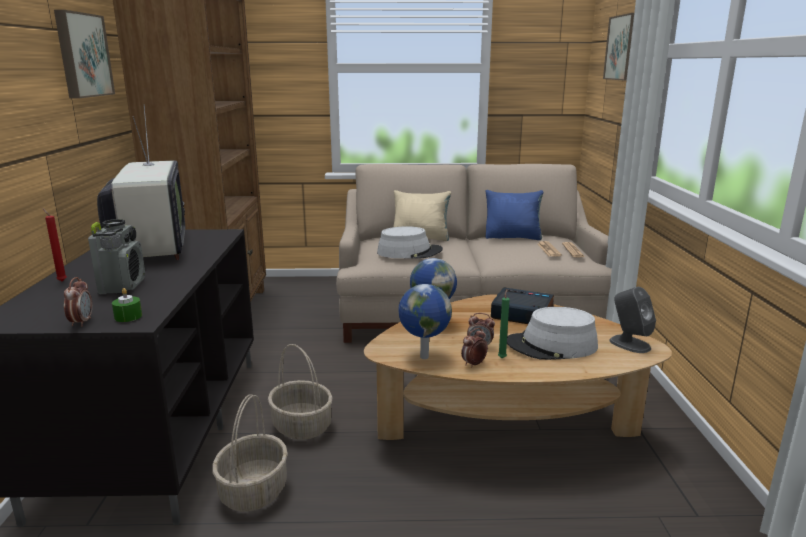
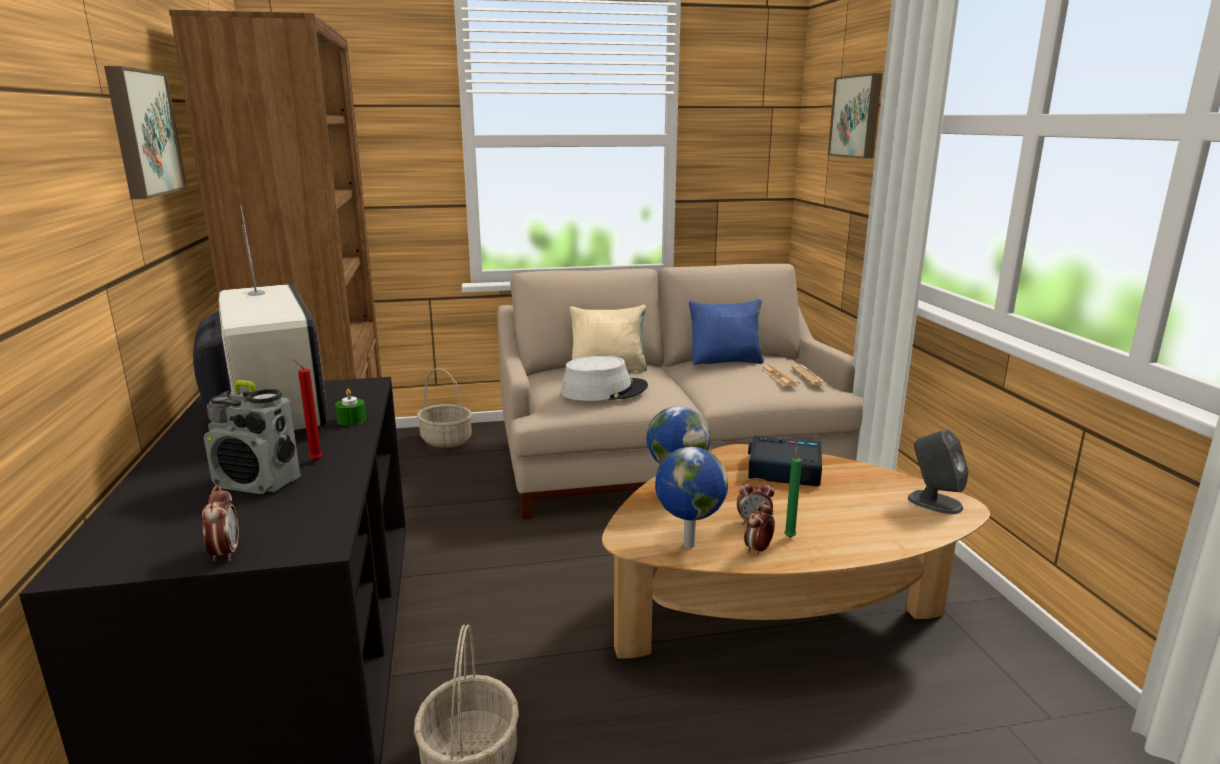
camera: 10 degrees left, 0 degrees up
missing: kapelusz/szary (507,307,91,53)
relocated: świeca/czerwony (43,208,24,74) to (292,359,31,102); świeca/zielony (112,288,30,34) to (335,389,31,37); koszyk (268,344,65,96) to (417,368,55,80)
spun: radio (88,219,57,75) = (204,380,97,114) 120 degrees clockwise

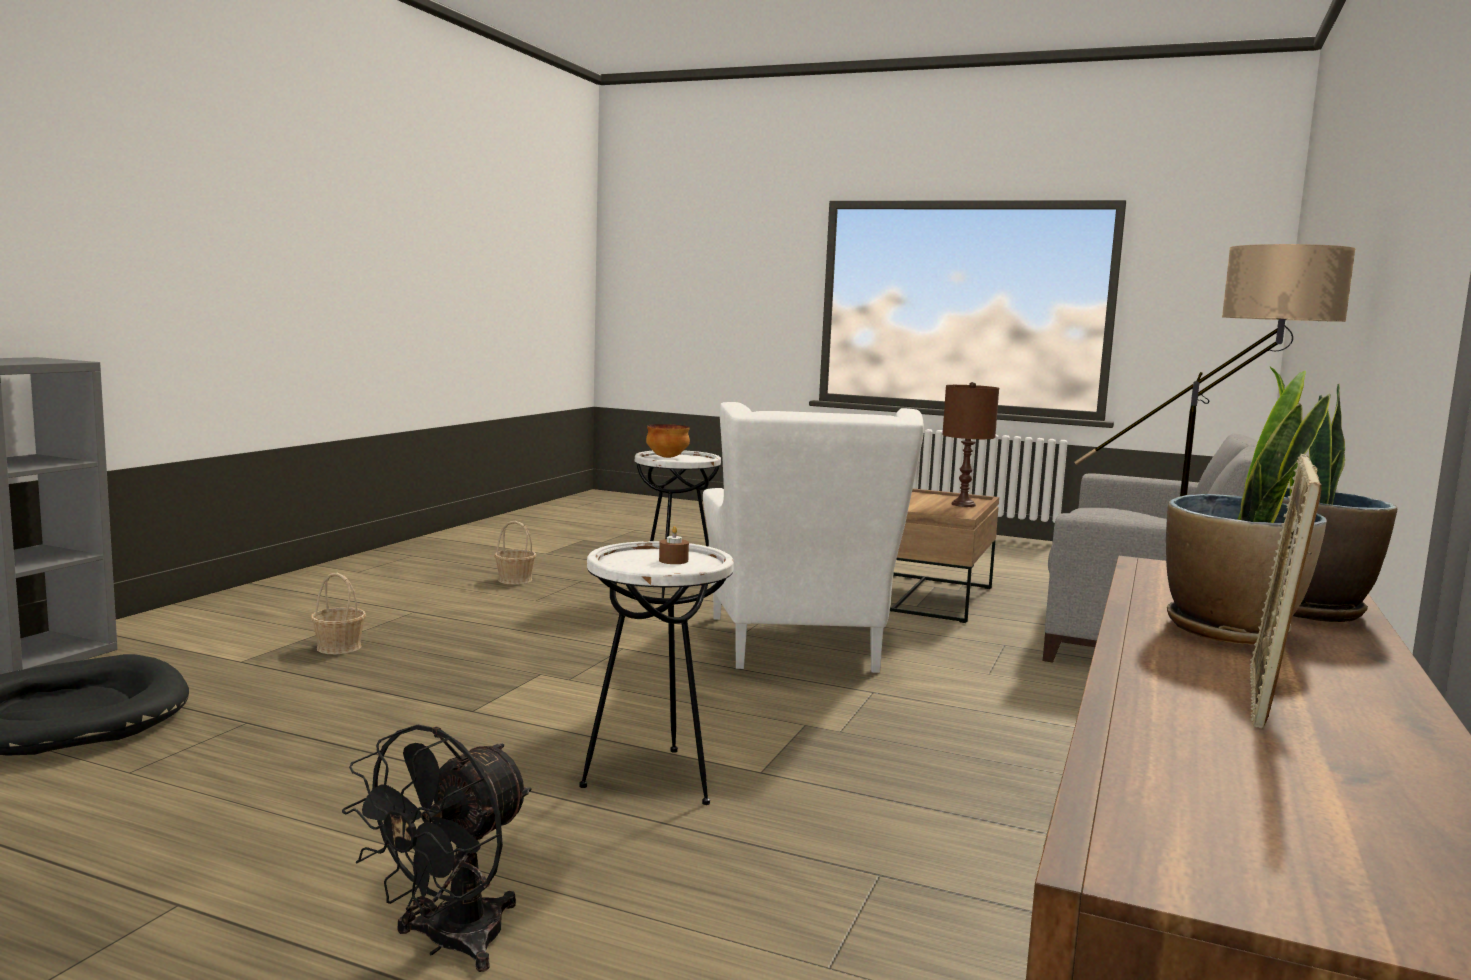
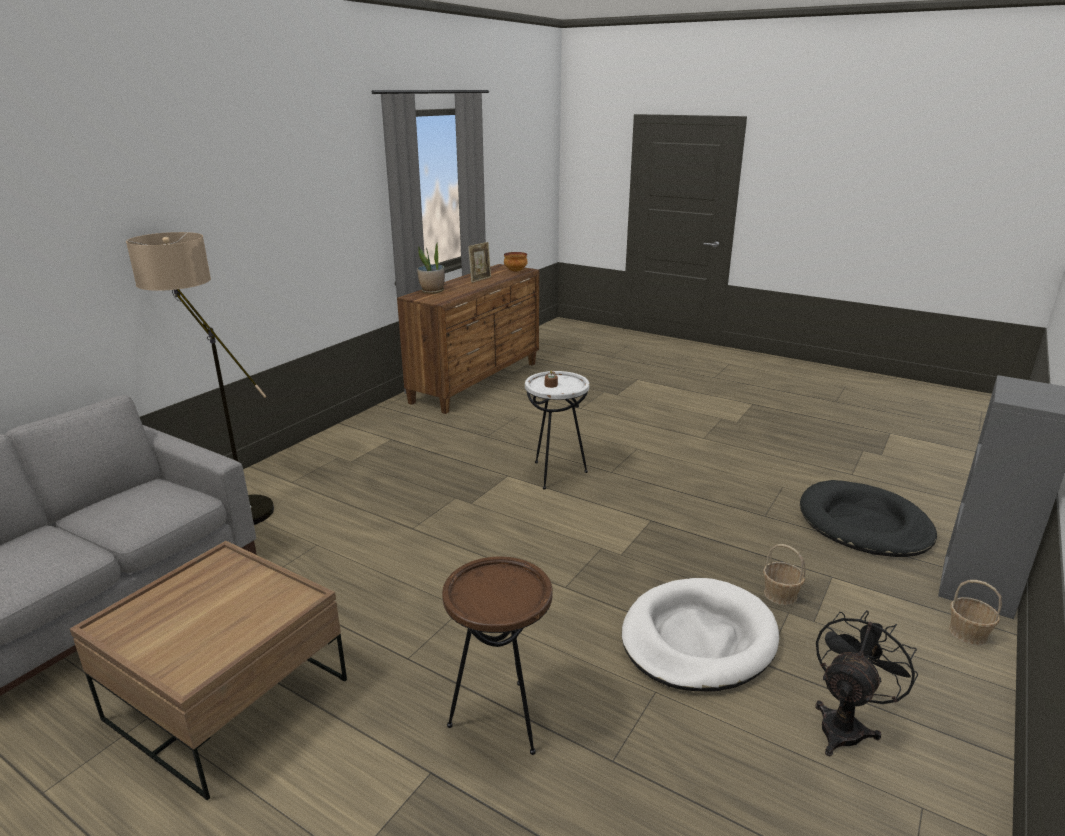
camera: 170 degrees left, 15 degrees up
missing: fotel/biały (703,402,221,271); lampa stołowa/brązowy (942,382,57,125); roślina doniczkowa (1166,371,165,274)
appeared: legowisko/biały (622,578,157,113)
relocated: wentylator/czarny (342,725,190,247) to (815,610,103,147); koszyk (494,521,42,64) to (949,580,53,65); miska (646,424,44,34) to (504,252,24,20)
colour: stolik/biały (635,450,86,148) to stolik/brązowy (442,557,111,198)

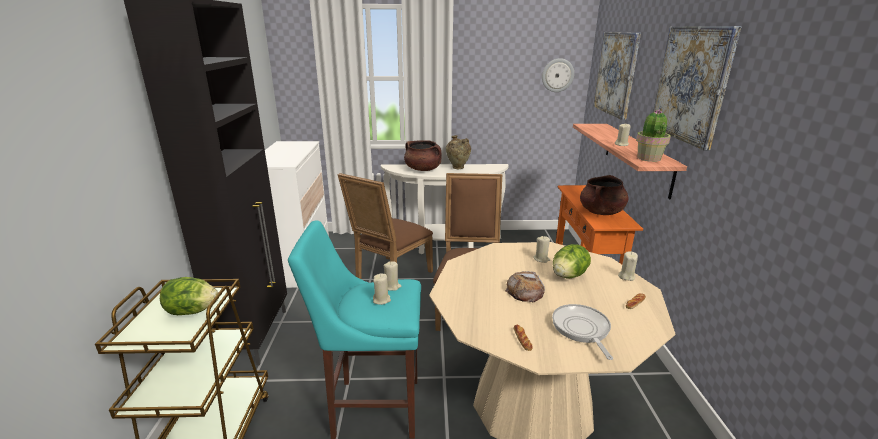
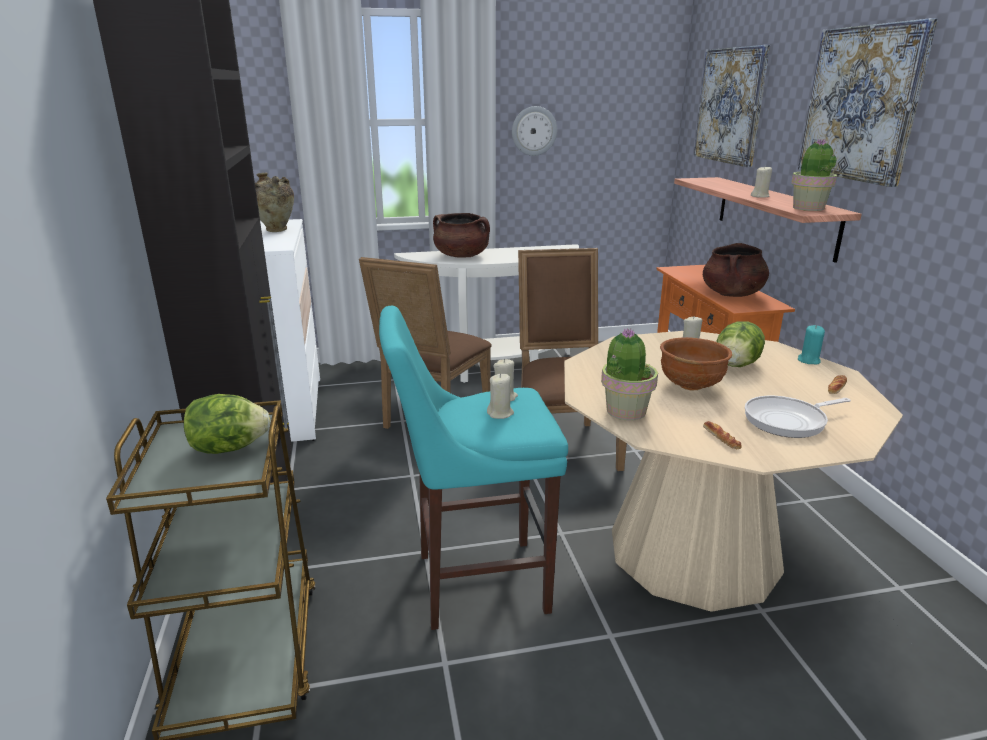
camera: 10 degrees left, 0 degrees up
appeared: roślina doniczkowa (601,328,57,92)
relocated: wazon/beżowy (446,135,25,34) to (255,172,39,60); zegar ścienny (542,58,32,34) to (512,106,45,50)
exchanged: chleb (505,271,40,31) to miska/brązowy (660,337,72,53)
colour: świeca/beżowy (618,252,20,29) to świeca/turkusowy (798,325,27,39)
spun: patelnia (552,304,61,56) = (745,396,106,42) 90 degrees counterclockwise

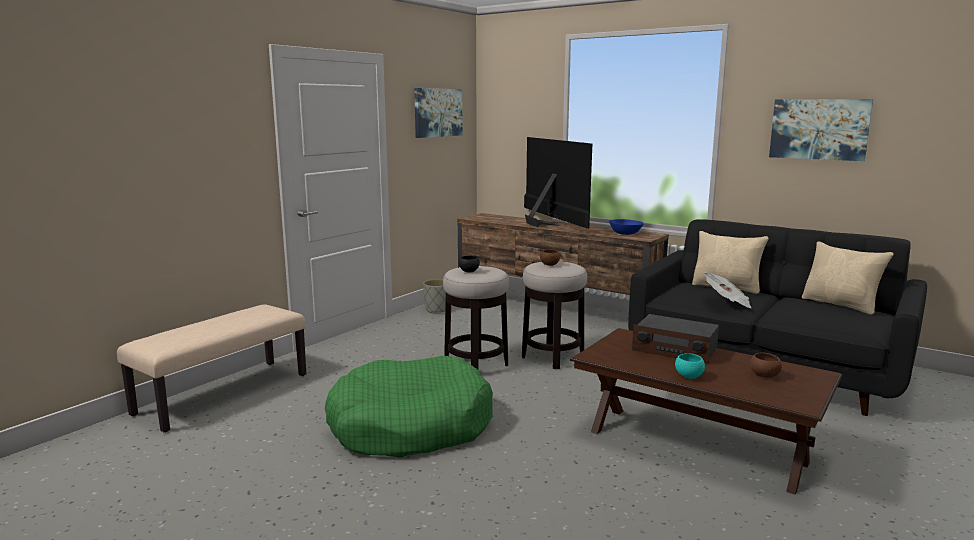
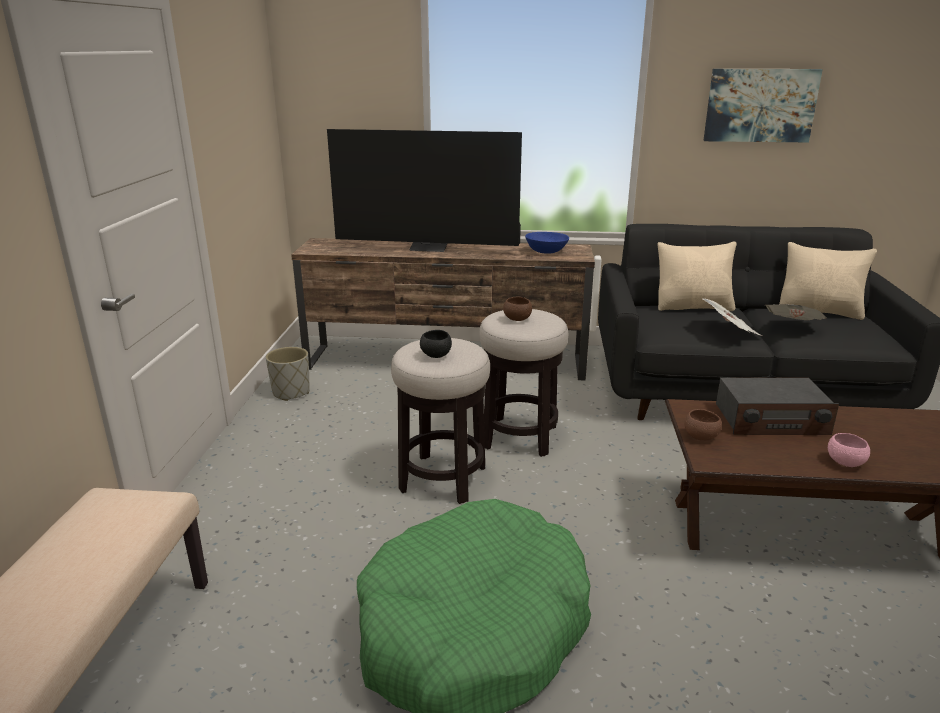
camera: 30 degrees left, 10 degrees up
missing: obraz (414,88,49,50)
appeared: gazeta (765,304,61,16)
relocated: miska/brązowy (750,353,32,25) to (684,409,38,31)
colour: miska/turkusowy (675,353,30,26) to miska/różowy (828,433,42,34)
spun: telewizor (524,137,68,92) = (327,129,195,123) 150 degrees clockwise

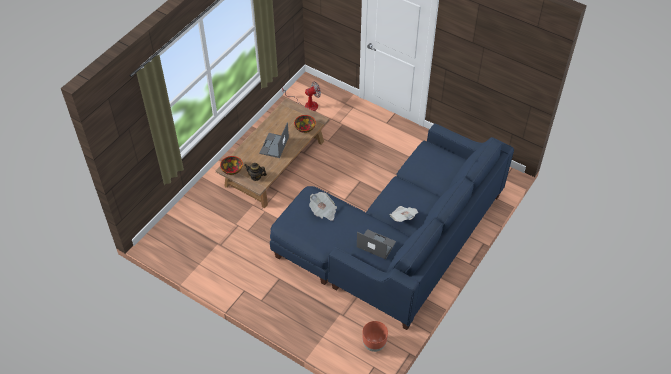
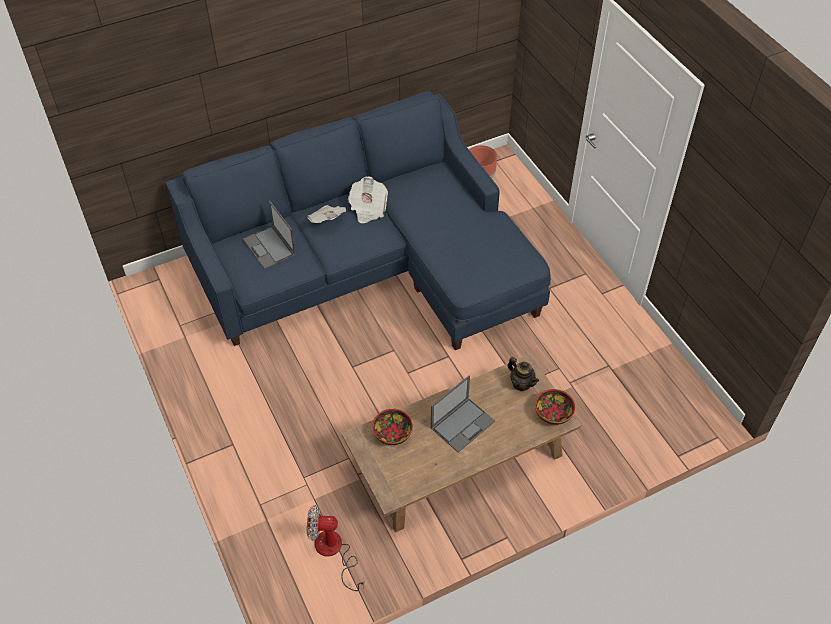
camera: 150 degrees left, 0 degrees up
relocated: gazeta (309,192,28,29) to (307,205,39,18); laptop (357,229,39,30) to (243,201,53,68)

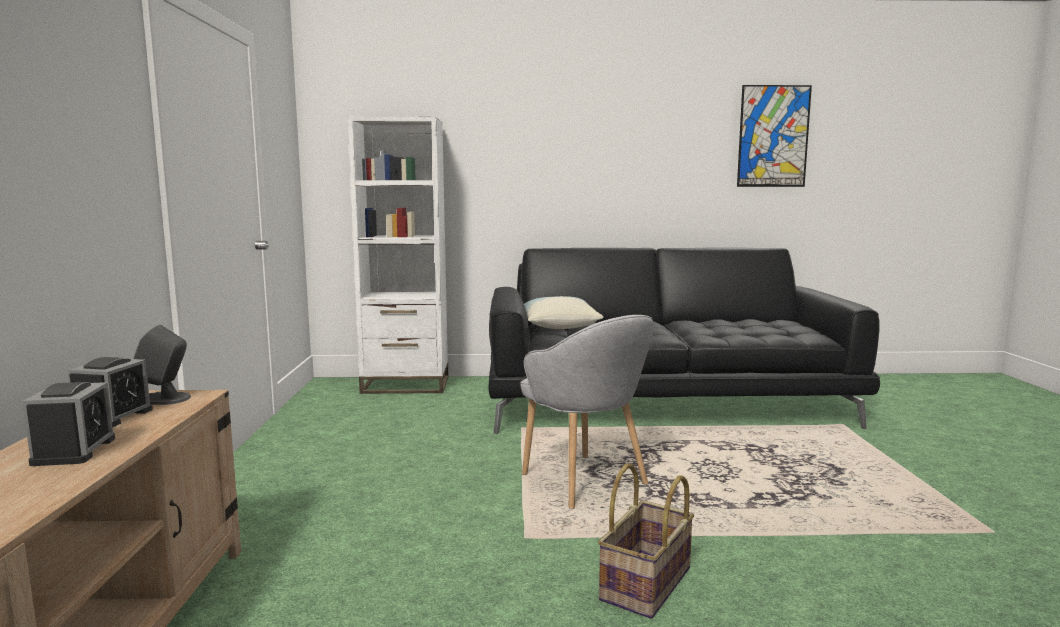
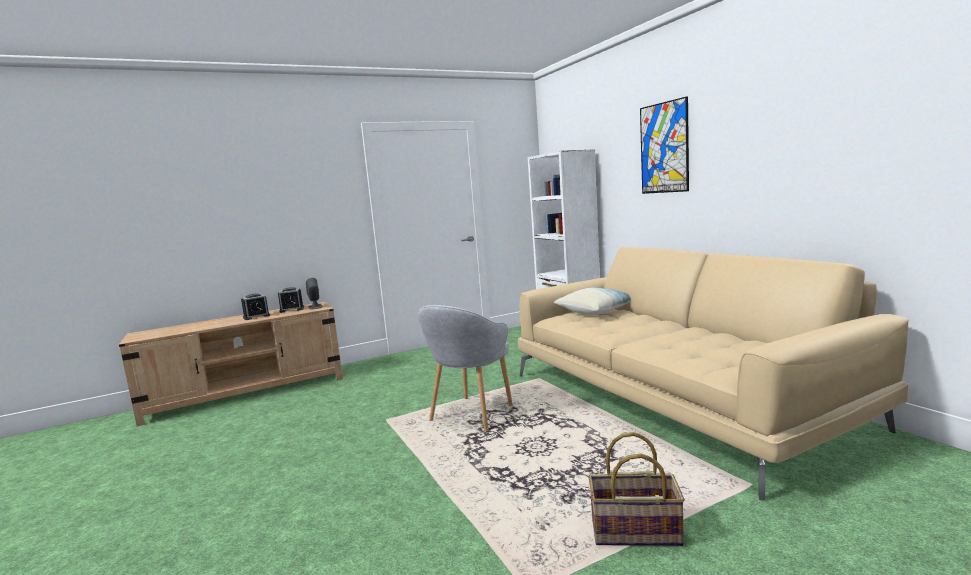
camera: 65 degrees right, 0 degrees up
relocated: koszyk (598,464,96,155) to (588,432,97,114); obraz (737,85,75,102) to (640,96,49,98)
colour: kanapa/czarny (488,248,392,186) to kanapa/beżowy (518,247,391,254)

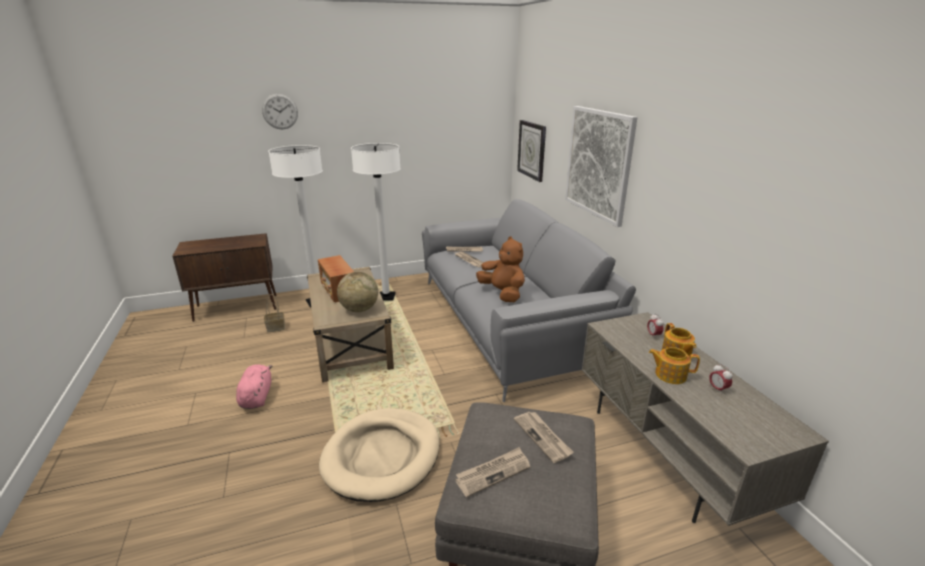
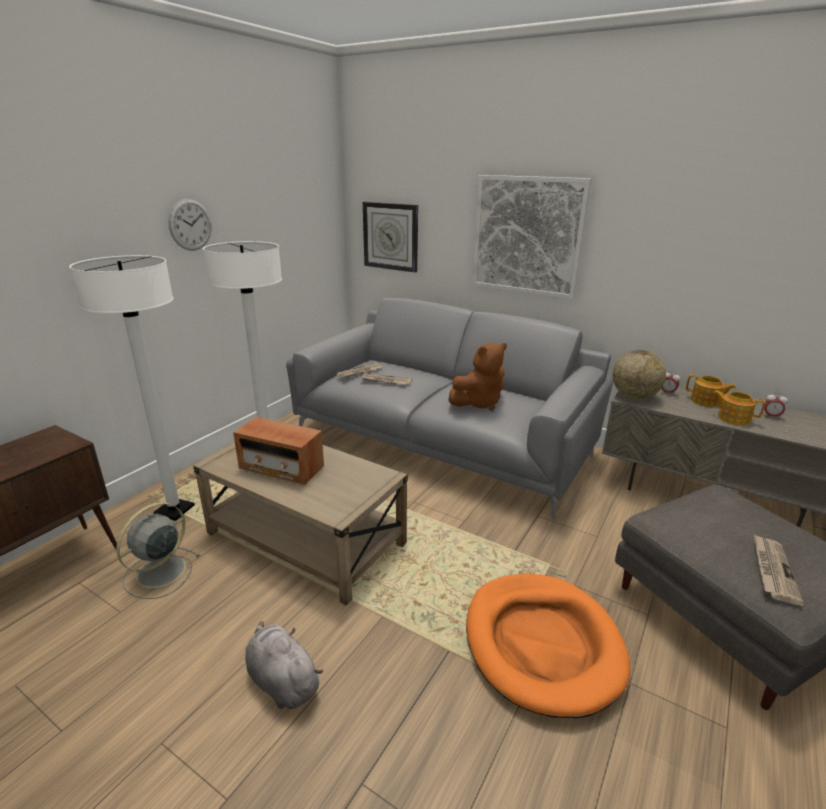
camera: 40 degrees left, 0 degrees up
missing: gazeta (514,412,60,51)
relocated: zegar ścienny (262,94,36,35) to (168,199,43,51); globus (337,272,41,40) to (613,350,53,49)
exchanged: koszyk (264,294,21,38) to wentylator/szary (116,502,84,97)
colour: pluszak/różowy (236,364,36,45) to pluszak/szary (245,621,78,88); legowisko/beżowy (319,408,120,94) to legowisko/pomarańczowy (466,574,164,144)
spun: pluszak/brązowy (476,236,49,66) = (448,343,59,68) 135 degrees clockwise; imbryk (649,347,51,37) = (713,390,52,36) 60 degrees clockwise

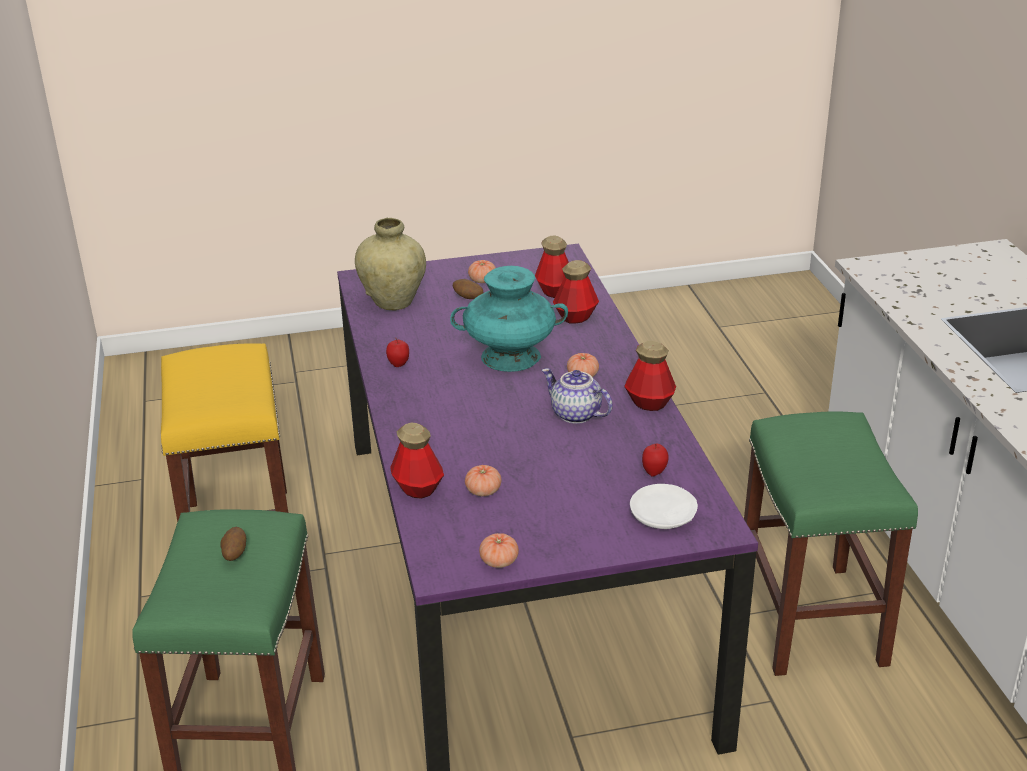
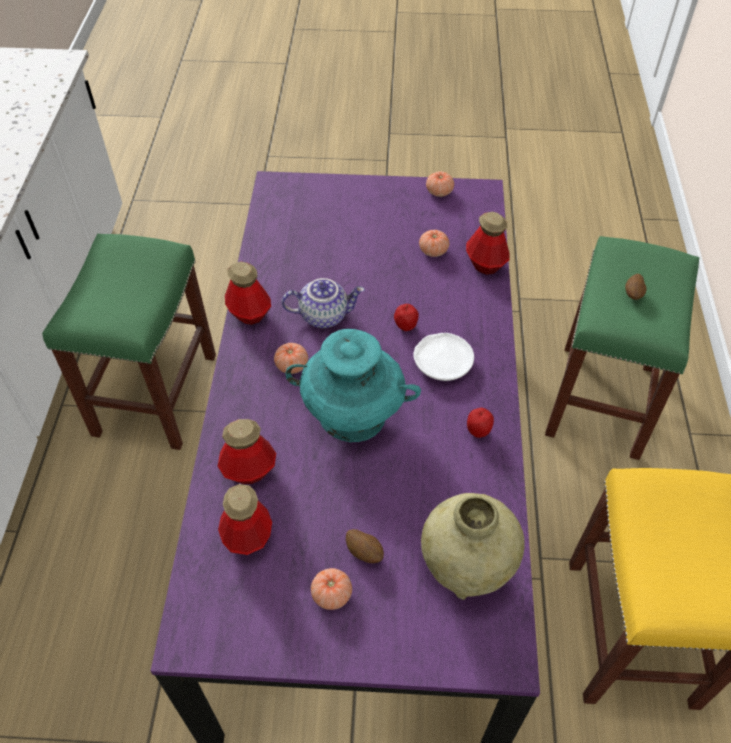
camera: 165 degrees left, 20 degrees up
relocated: talerz/biały (630,484,68,45) to (413,333,61,48); jabłko (642,444,27,33) to (394,304,25,27)
spun: imbryk (542,368,71,56) = (282,278,83,50) 60 degrees counterclockwise

